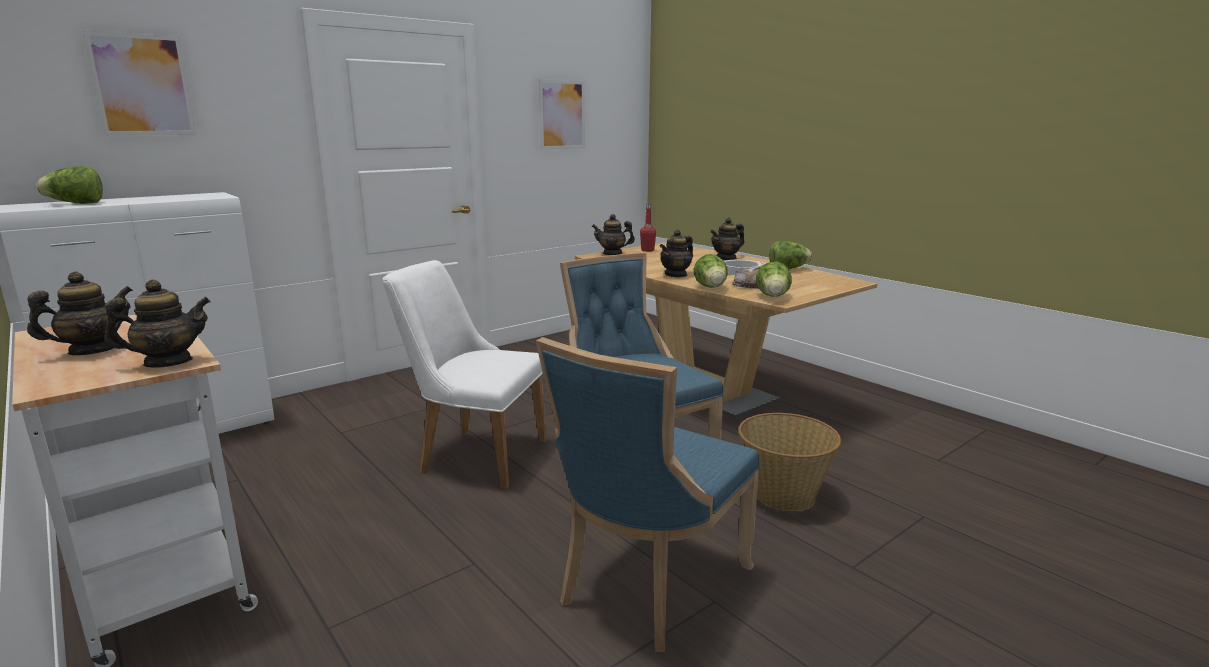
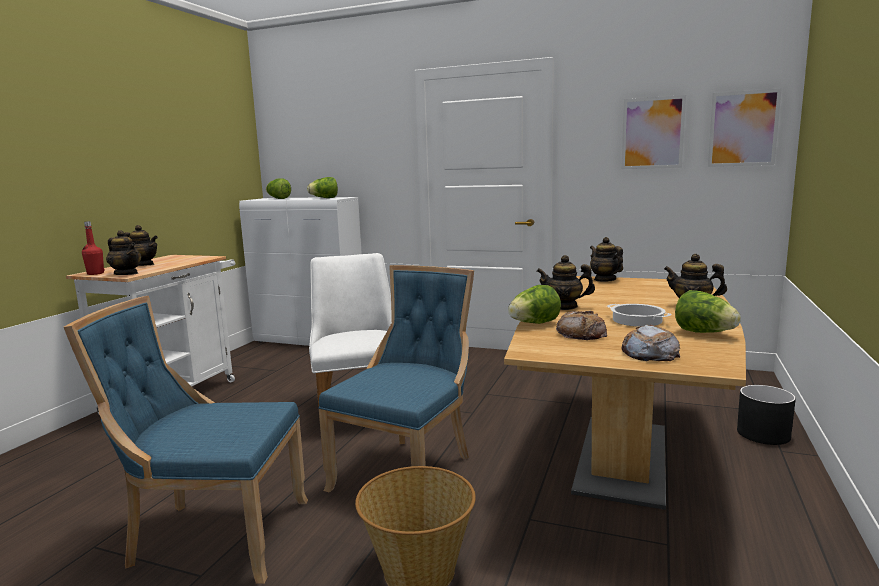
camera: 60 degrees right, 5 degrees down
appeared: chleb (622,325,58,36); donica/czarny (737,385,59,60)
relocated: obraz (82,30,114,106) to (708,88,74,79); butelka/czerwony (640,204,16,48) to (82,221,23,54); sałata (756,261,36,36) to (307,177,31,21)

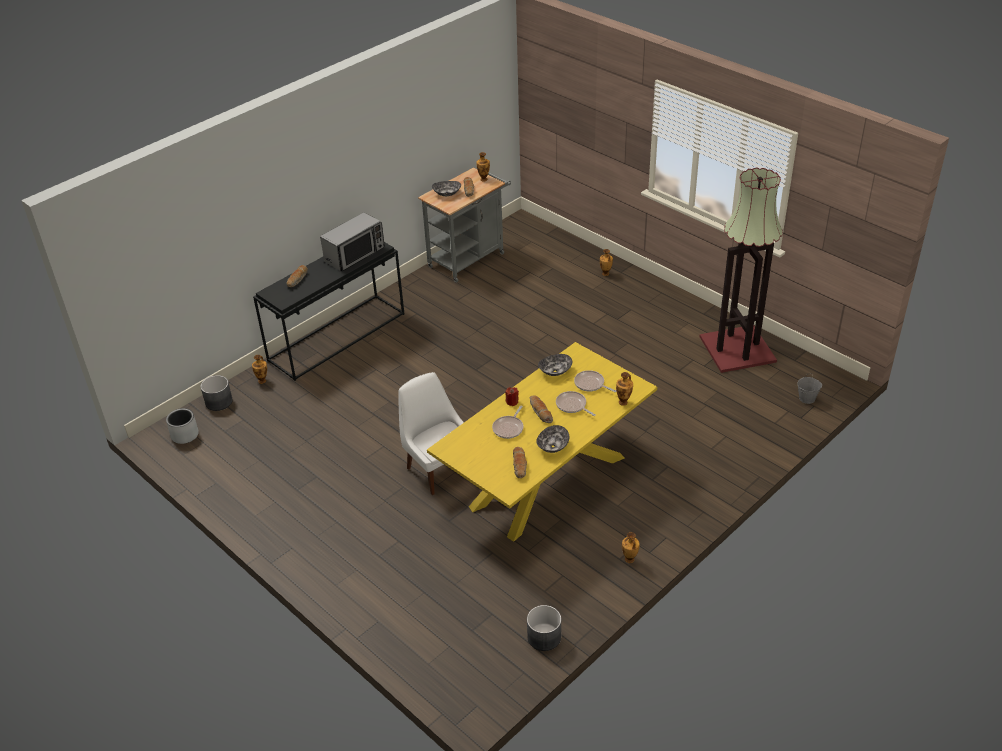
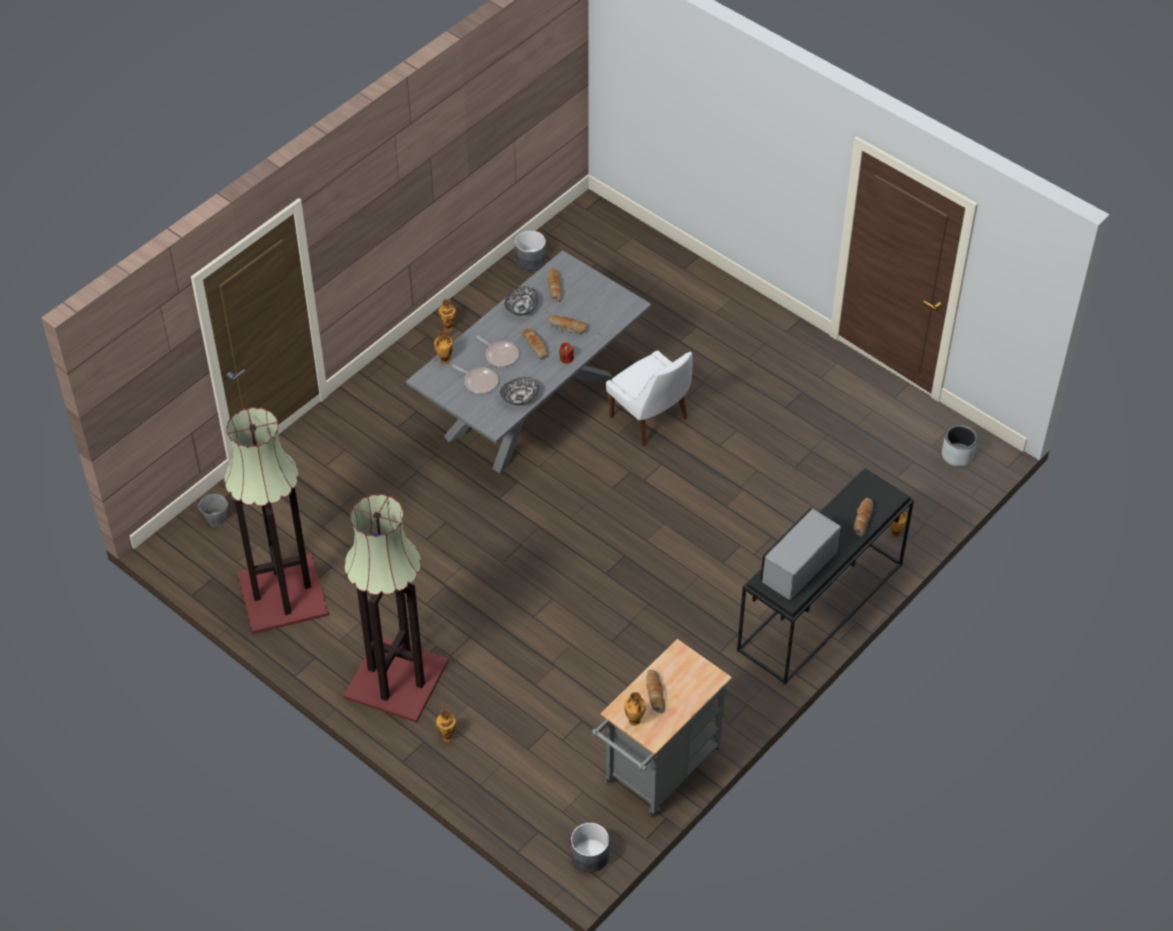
camera: 175 degrees right, 10 degrees up
missing: miska (432,181,29,15)
appeared: lampa stojąca (344,494,105,229)
relocated: donica/szary (200,375,33,36) to (571,823,38,49)
exchanged: patelnia (492,406,32,33) to chleb (548,315,41,19)
colour: stół jadalny/żółty (427,342,230,200) to stół jadalny/szary (406,250,245,224)

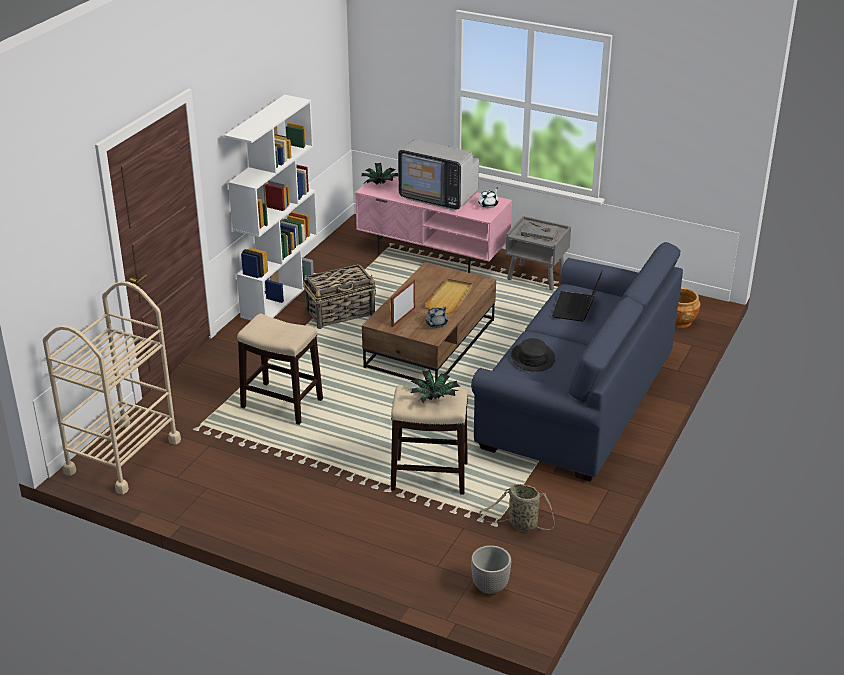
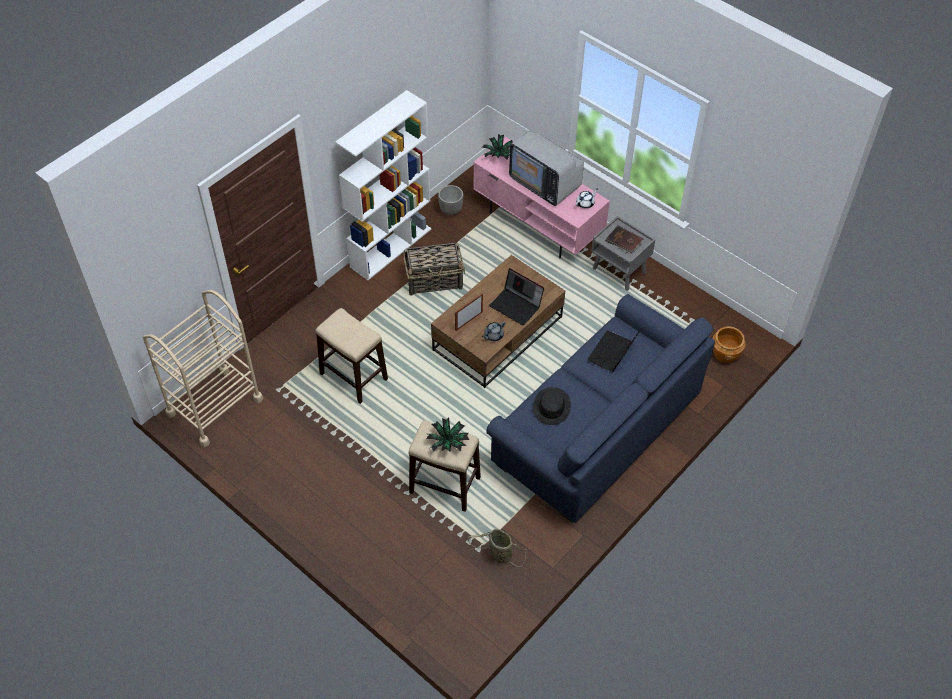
camera: 15 degrees right, 20 degrees up
relocated: donica (471,545,40,49) to (438,185,26,30)
exchanged: taca/beżowy (425,278,47,36) to laptop (489,268,55,57)
colour: książka/szary (520,221,39,20) to książka/brązowy (606,225,37,30)

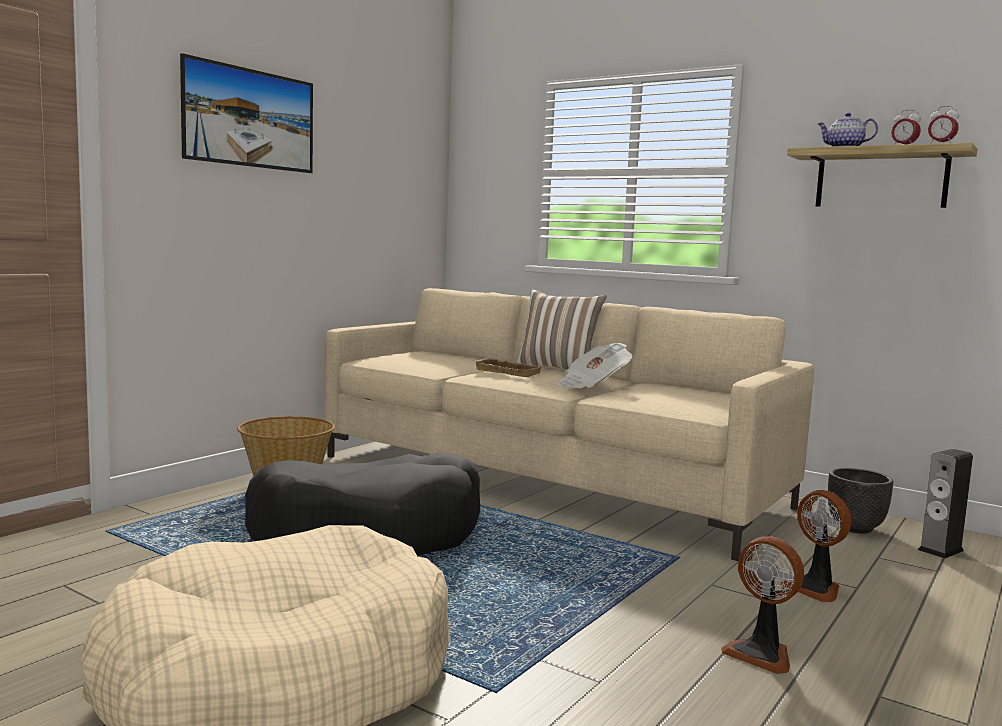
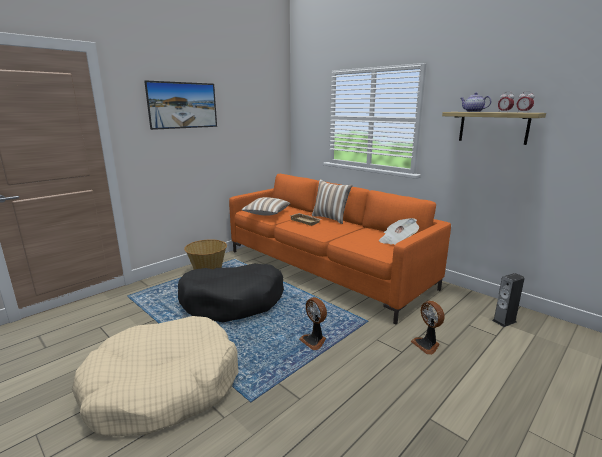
camera: 10 degrees right, 10 degrees up
missing: donica/czarny (828,468,65,66)
appeared: poduszka (241,197,49,19)
relocated: gazeta (556,343,76,45) to (379,218,40,27); wentylator (721,536,83,138) to (299,297,28,53)
colour: kanapa/beżowy (325,288,489,273) to kanapa/pomarańczowy (229,174,222,150)

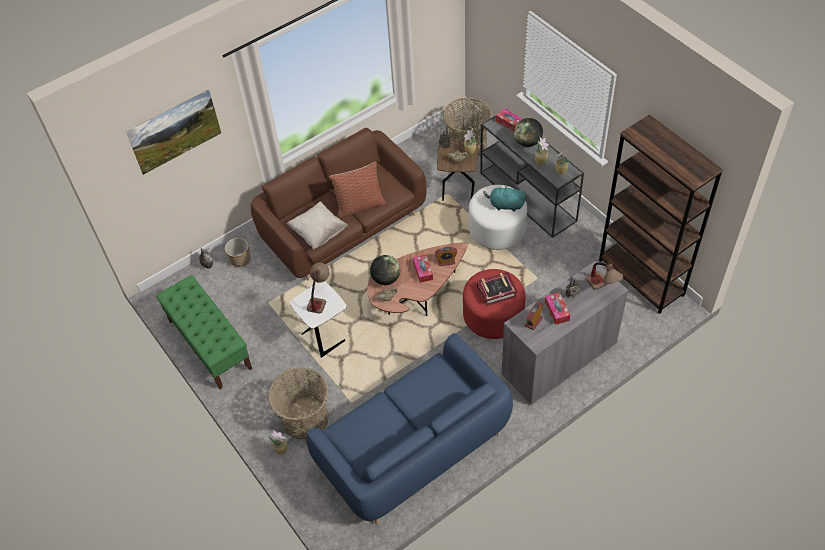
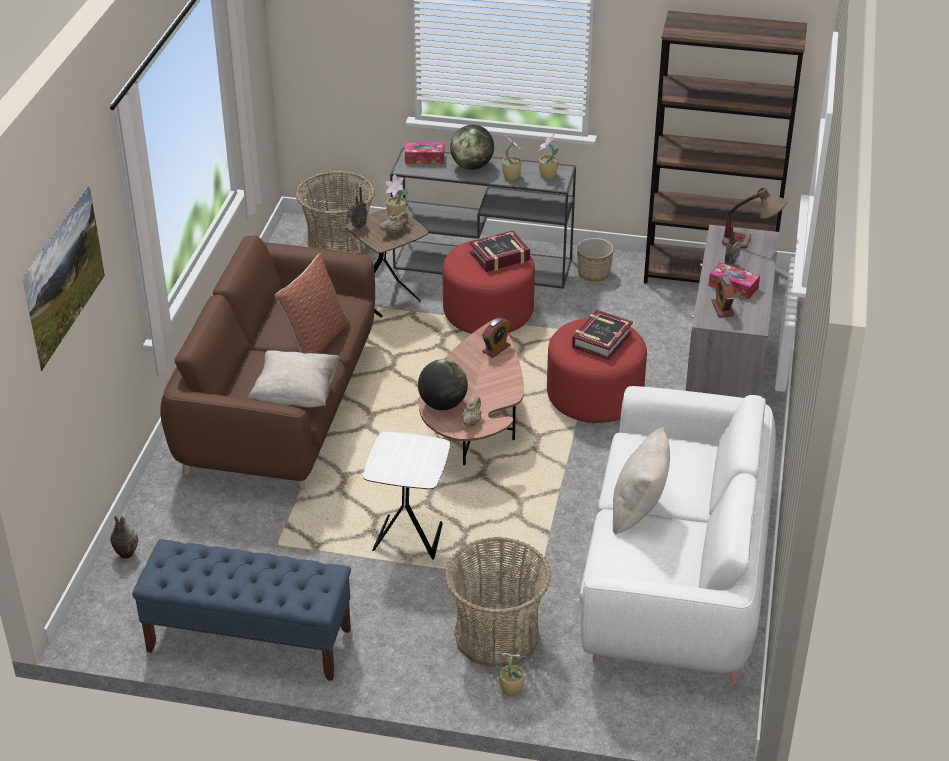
camera: 45 degrees left, 15 degrees down
missing: lampa stołowa (307,263,22,50); pudełko chusteczek (413,254,20,29)
appeared: poduszka/beżowy (613,427,57,107)
relocated: donica (225,238,26,29) to (577,238,37,44)
exchanged: pluszak/turkusowy (483,185,43,27) to książka (469,231,61,41)
colour: ławka/zielony (156,275,96,114) to ławka/niebieski (132,539,219,142); kanapa/niebieski (306,333,207,192) to kanapa/biały (580,386,196,298); pufa/biały (469,185,58,65) to pufa/czerwony (442,239,93,95)

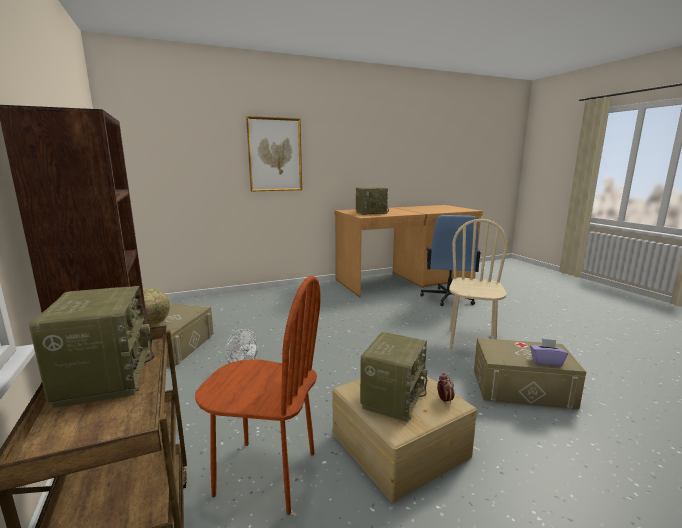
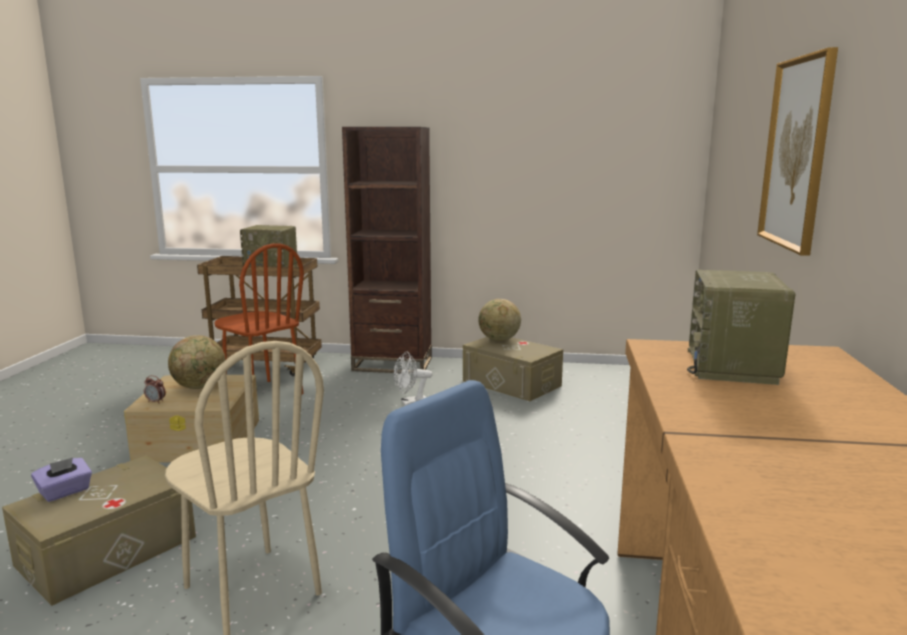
camera: 120 degrees right, 0 degrees up
exchanged: radio (360,332,68,90) to globus (168,335,57,54)
spun: krzesło/brązowy (195,276,126,239) = (214,243,90,151) 90 degrees counterclockwise

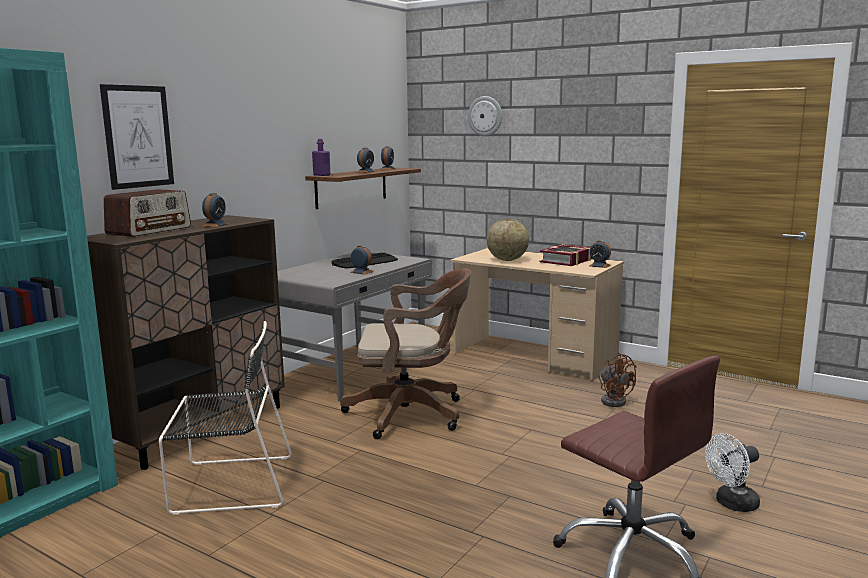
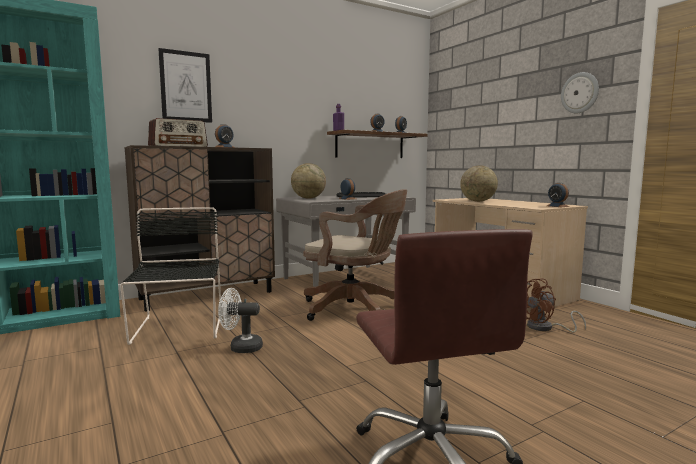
camera: 25 degrees right, 5 degrees down
missing: książka (539,244,53,22)
appeared: globus (291,163,35,36)
relocated: zegar ścienny (468,96,34,40) to (561,72,38,41); wentylator/biały (705,433,55,79) to (218,288,45,65)
spun: krzesło/czarny (159,321,133,194) = (120,207,101,138) 120 degrees counterclockwise; wentylator/brązowy (598,353,39,54) = (526,278,60,55) 75 degrees clockwise

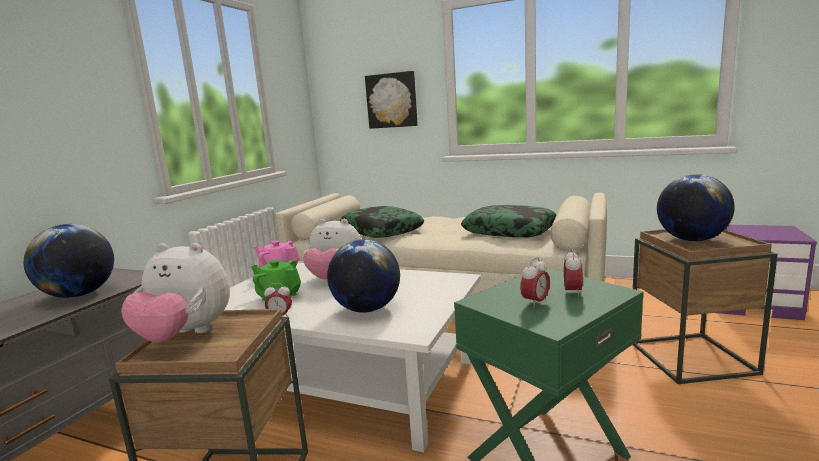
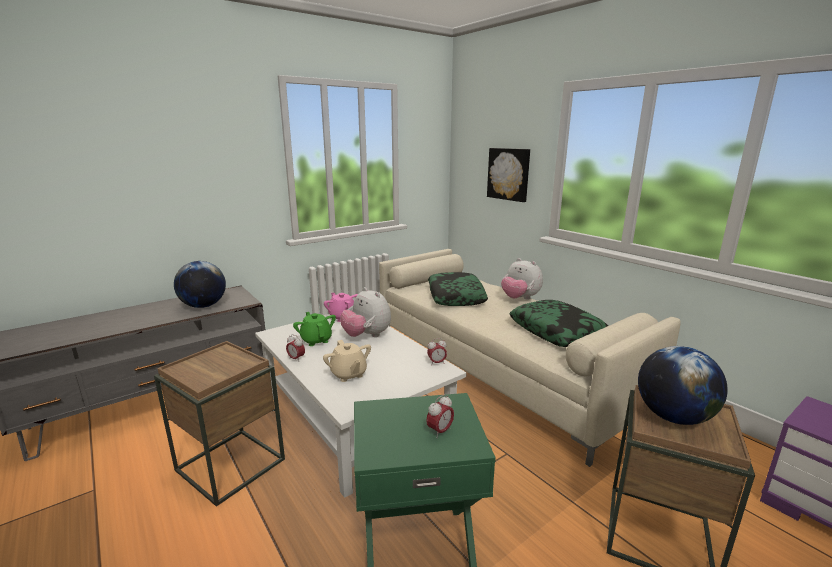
camera: 30 degrees right, 5 degrees up
relocated: pluszak (121,243,109,100) to (501,258,42,41); budzik (520,257,30,51) to (427,338,20,26)
exchanged: globus (327,239,73,74) to imbryk/beżowy (323,340,48,42)

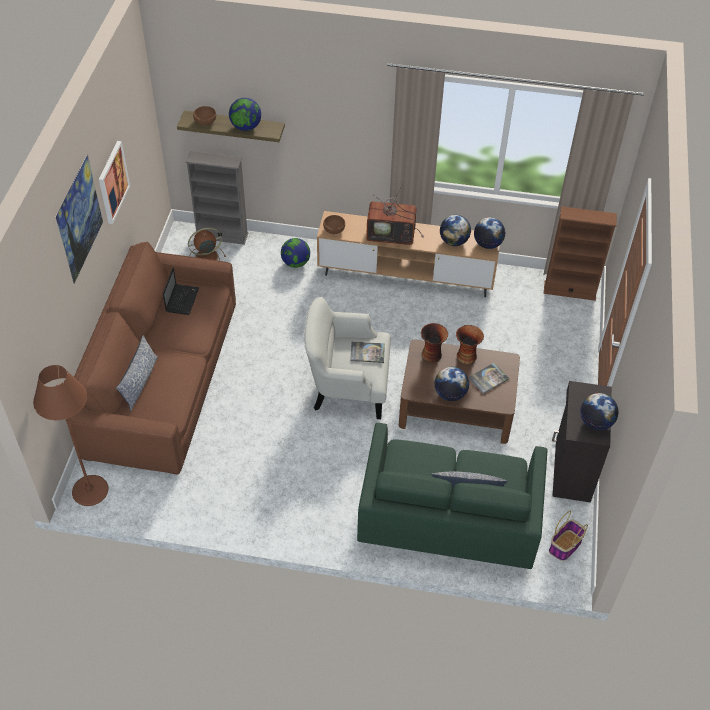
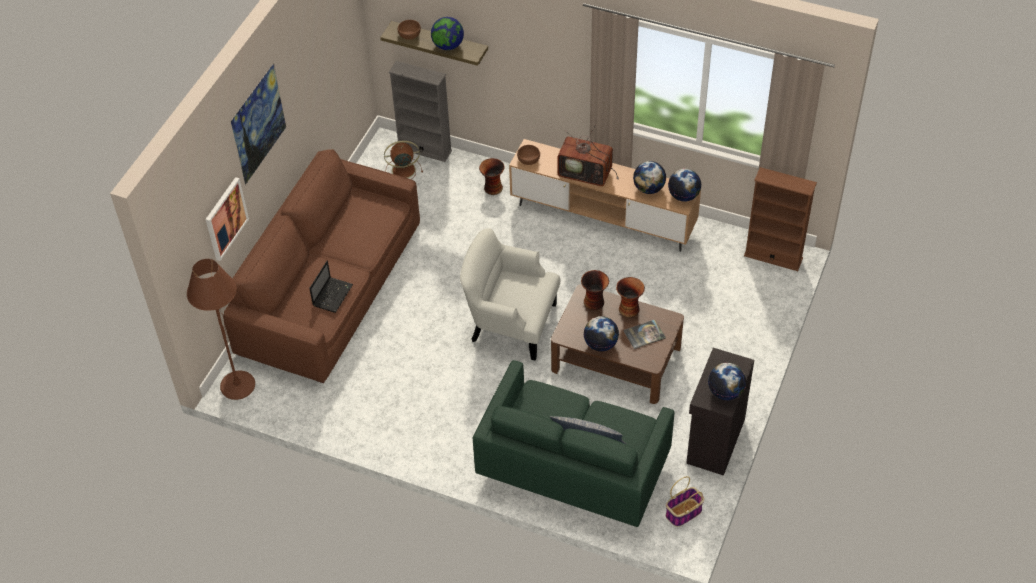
camera: 15 degrees right, 0 degrees up
missing: poduszka (116,335,42,76); książka (350,342,35,21)
relocated: obraz (99,141,31,83) to (205,177,44,84); laptop (163,267,36,48) to (309,261,44,52)
exchanged: globus (281,238,29,30) to wazon (479,158,26,37)

